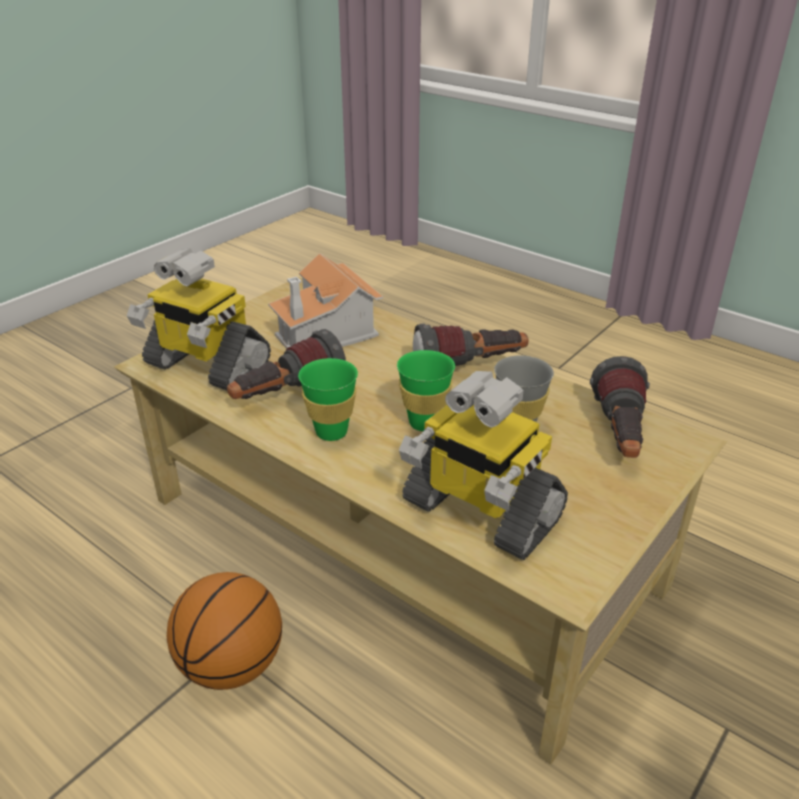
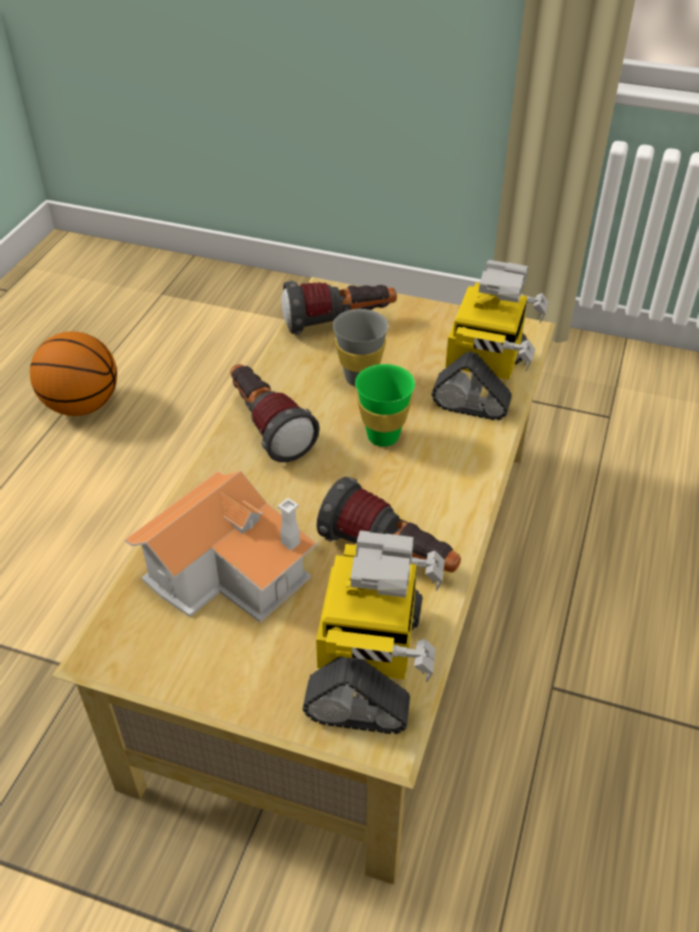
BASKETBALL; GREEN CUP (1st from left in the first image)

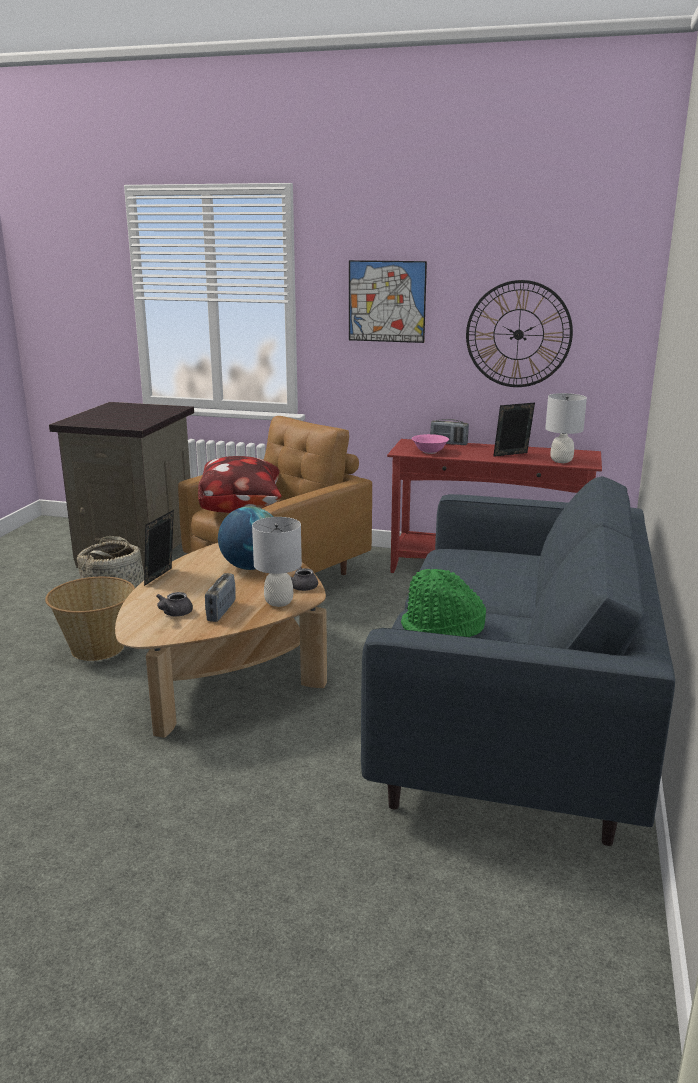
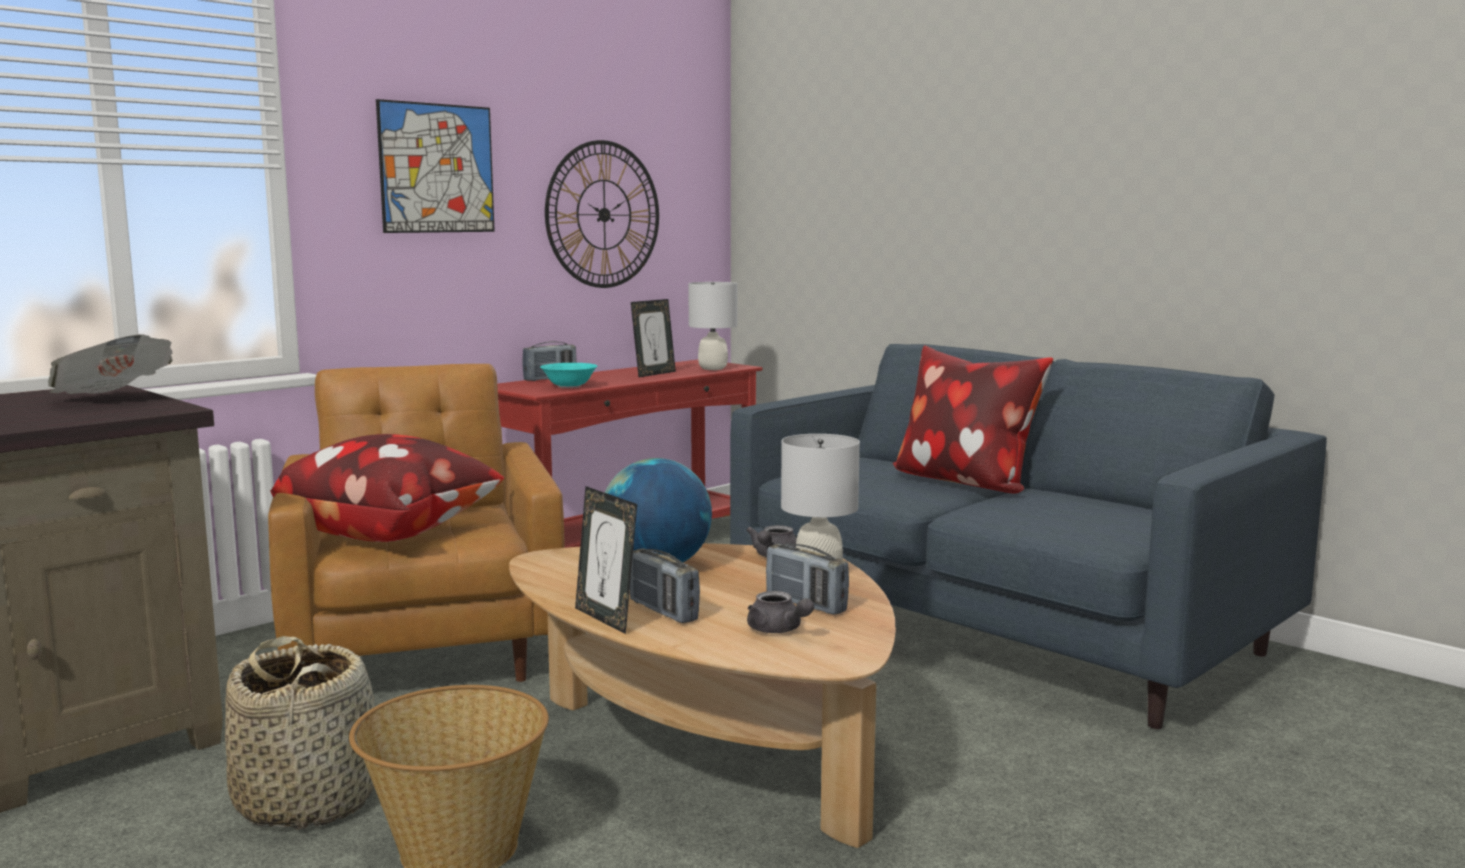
NEWSPAPER; TURQUOISE BOWL; RADIO (2nd from left); PICTURE FRAME (2nd from left); PILLOW (2nd from left); GREEN HAT

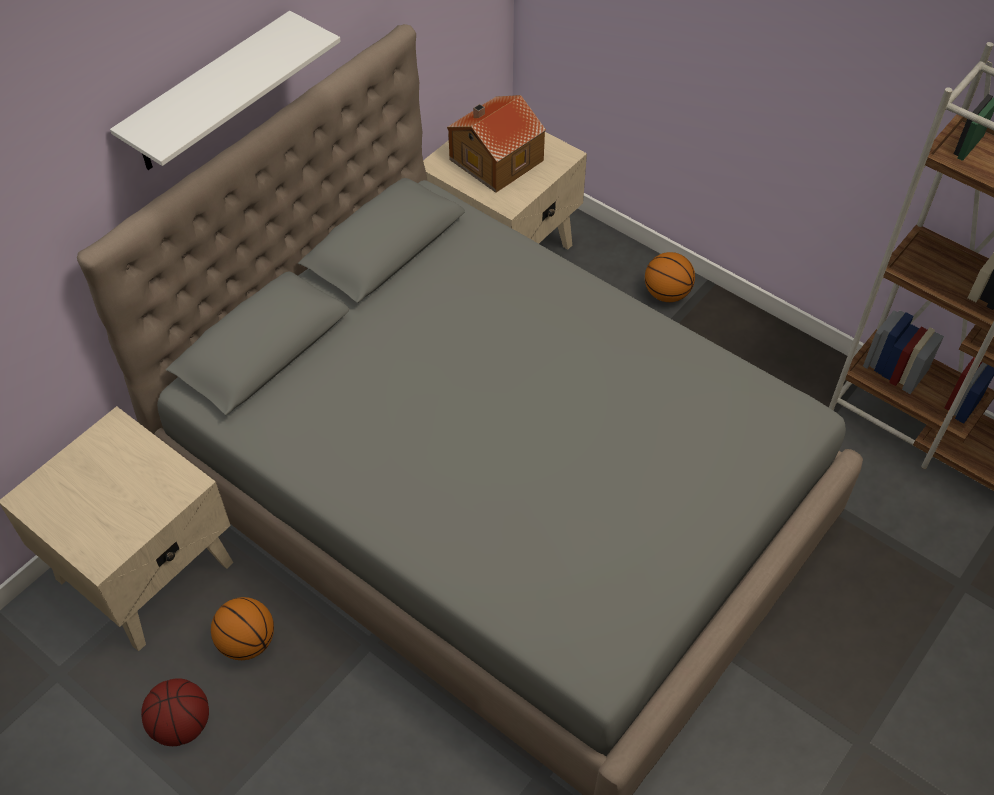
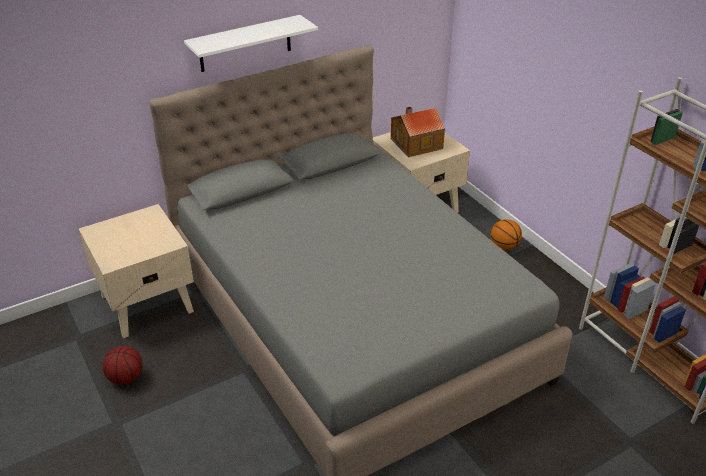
BASKETBALL (2nd from left in the first image)

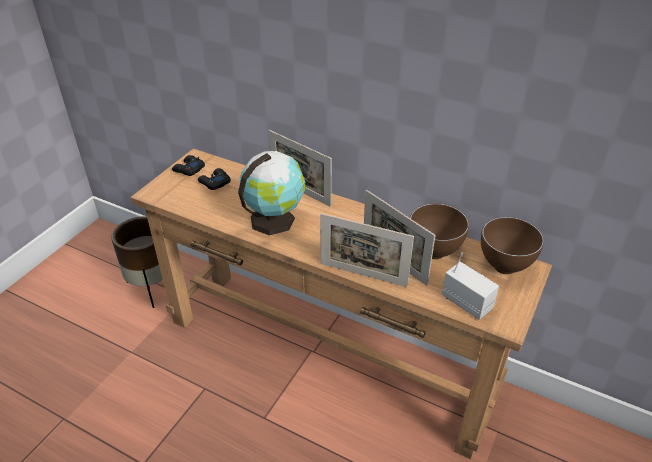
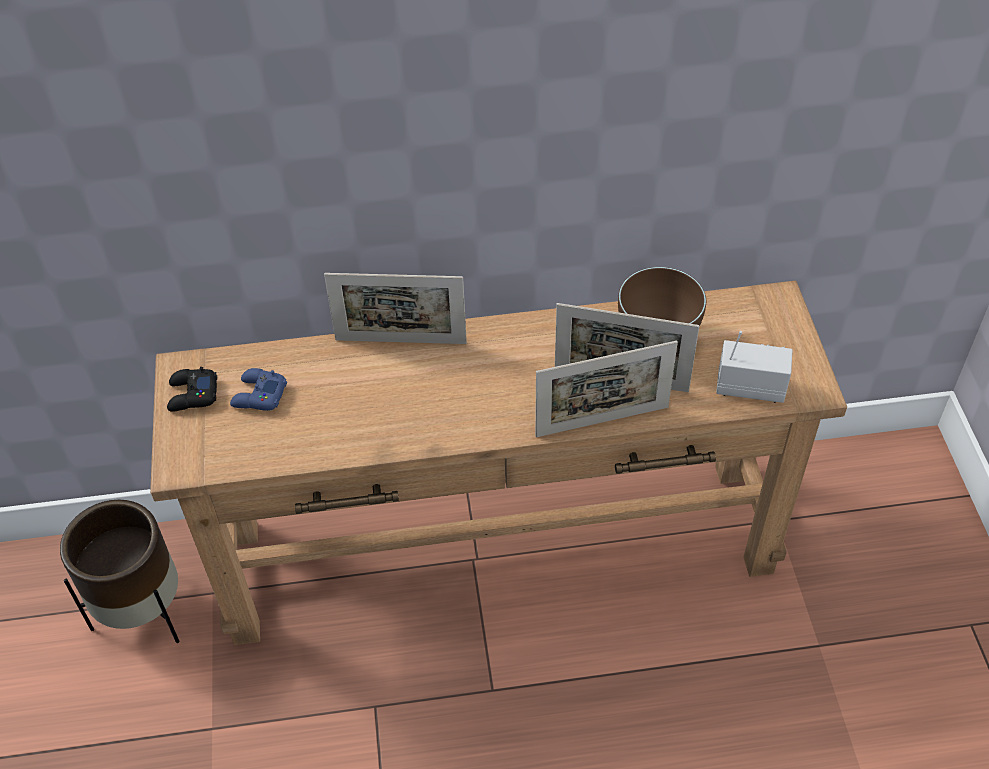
BLUE GAME CONTROLLER; GLOBE; BROWN BOWL (2nd from left in the first image)

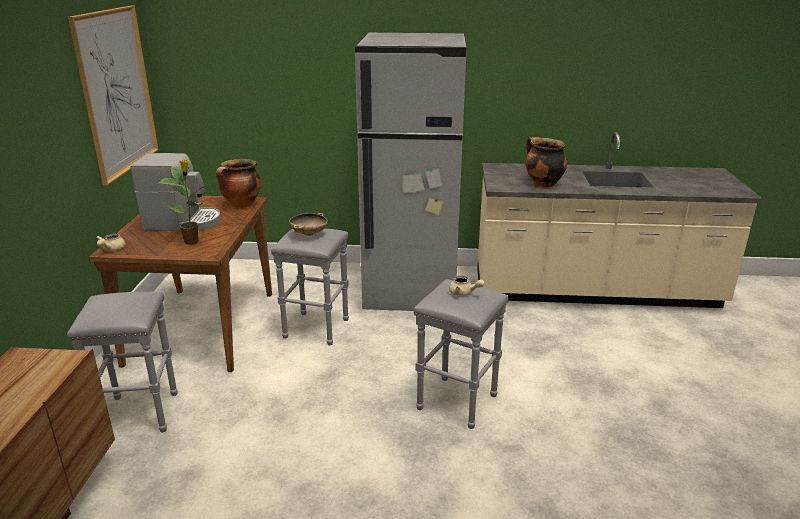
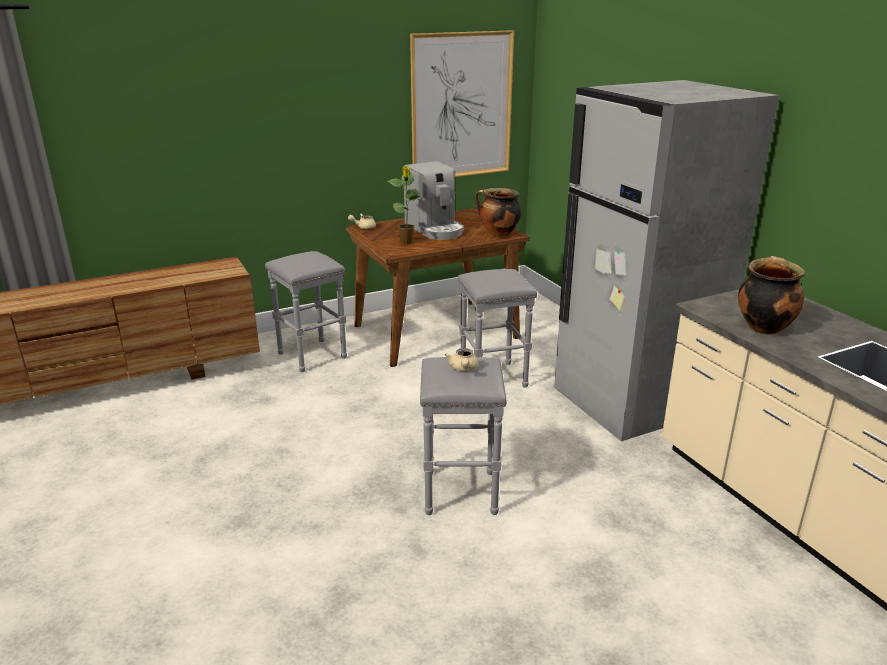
BEIGE BOWL

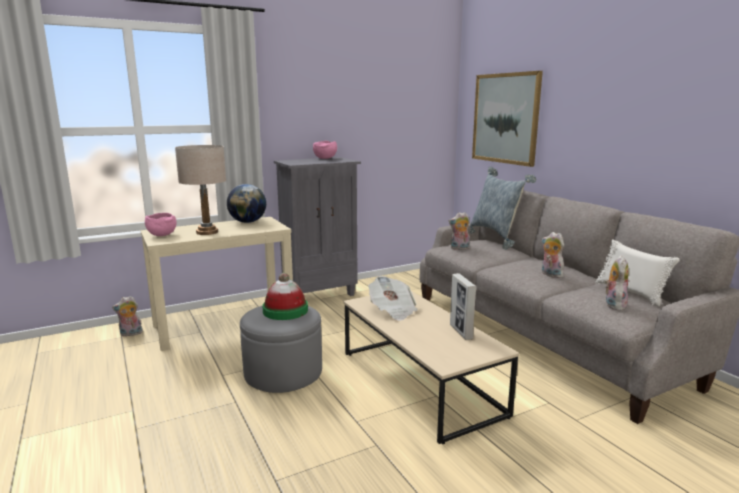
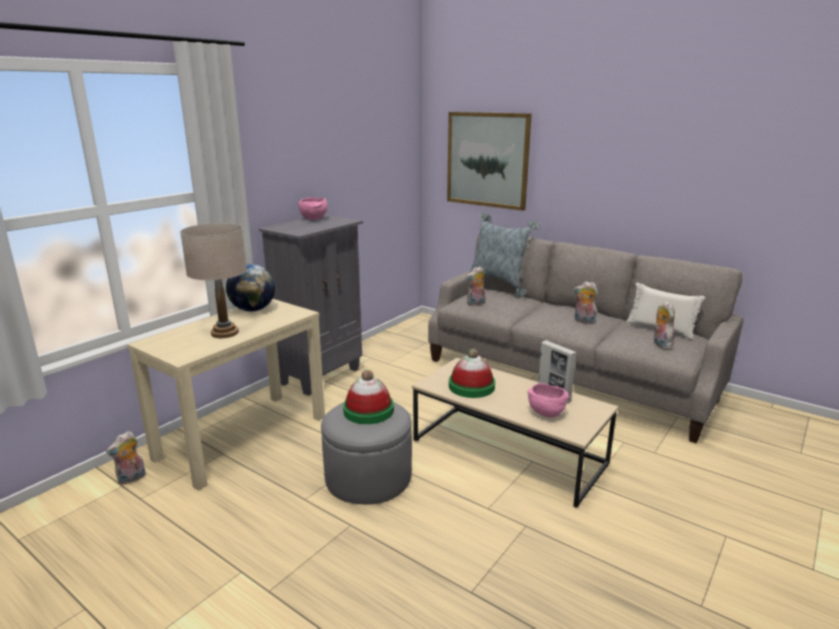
HAT (2nd from left); PINK BOWL (2nd from left)

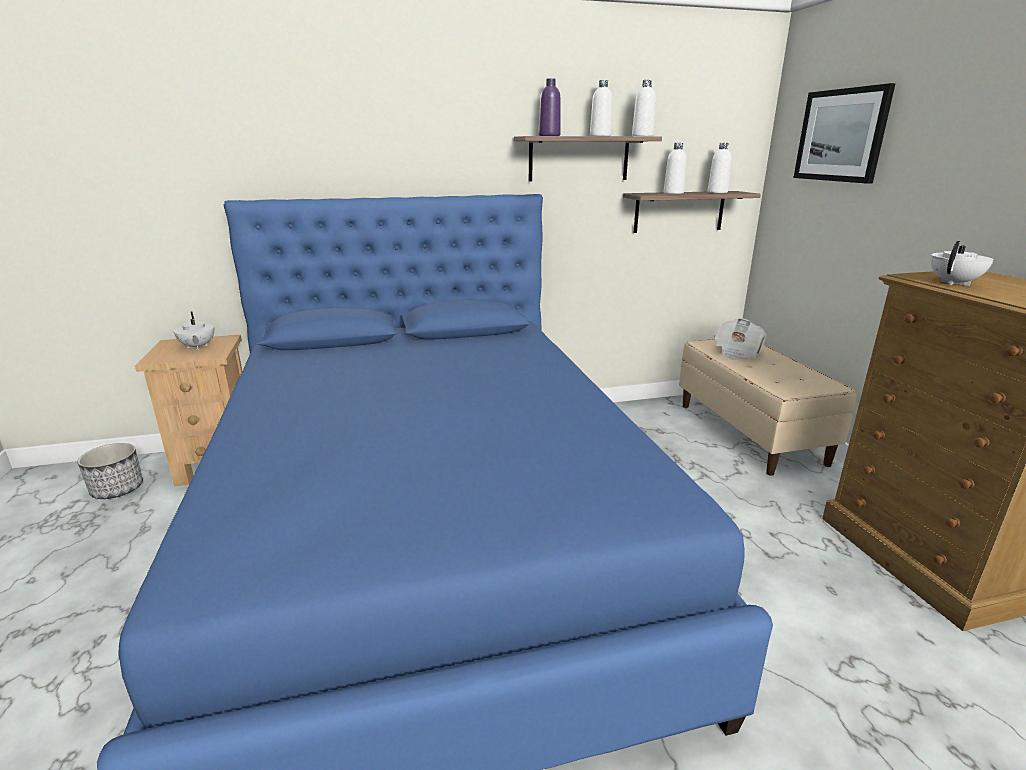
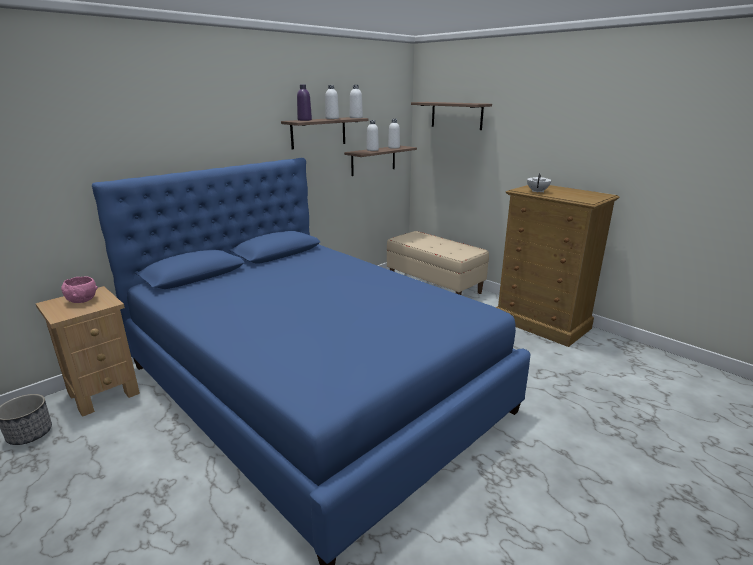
PINK BOWL; SHELF (3rd from left); NEWSPAPER

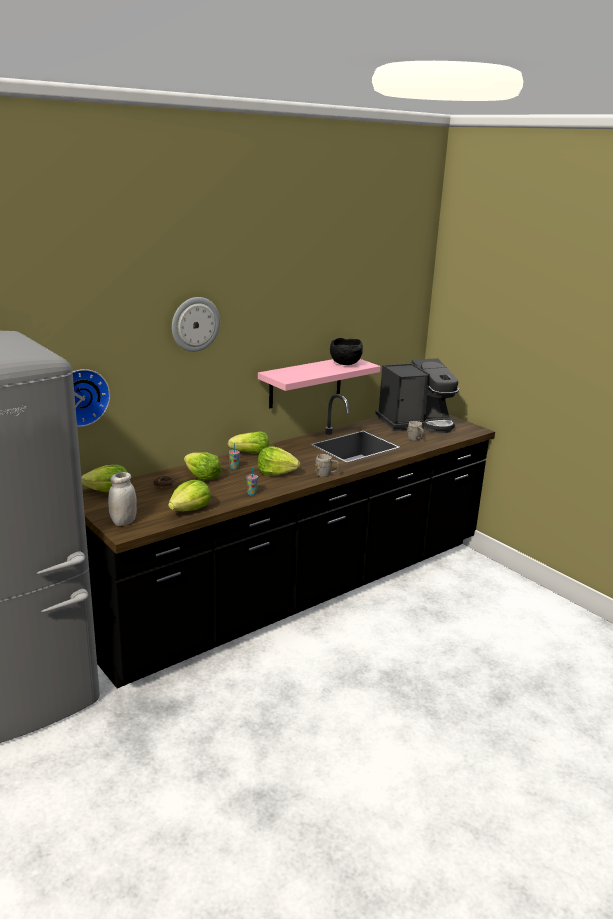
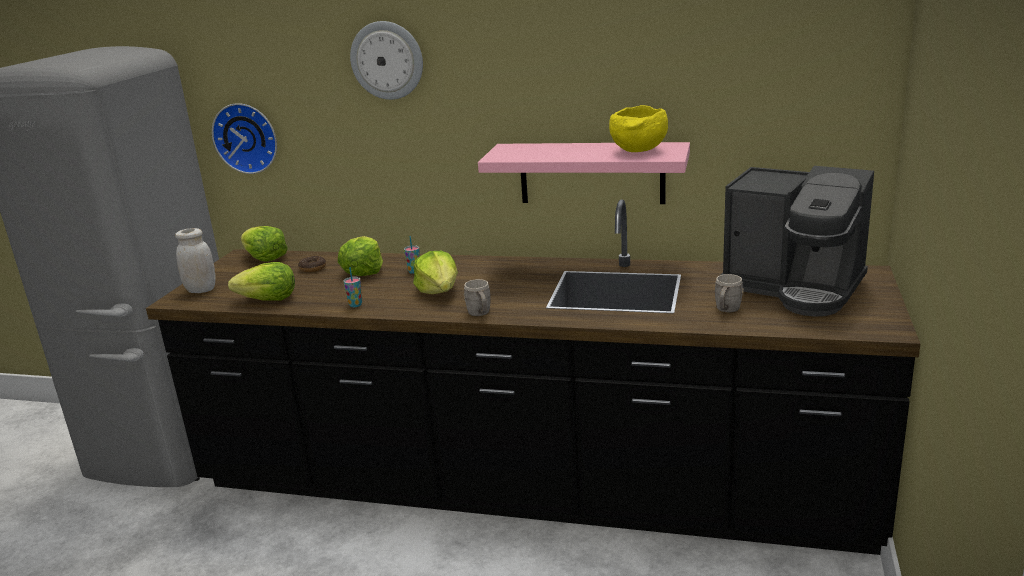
YELLOW BOWL; LETTUCE (4th from left in the first image)

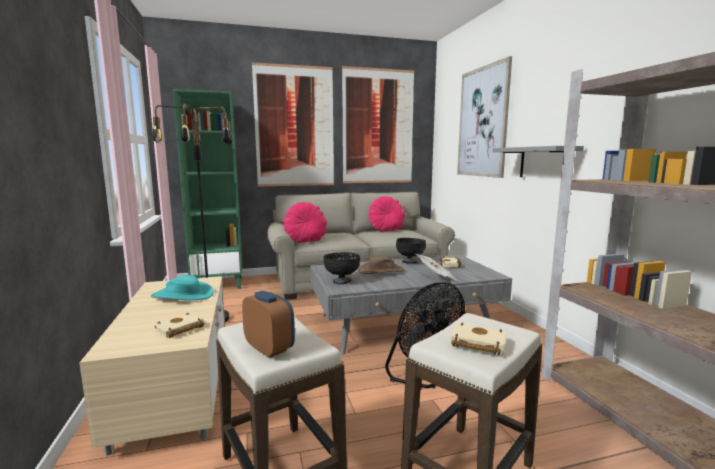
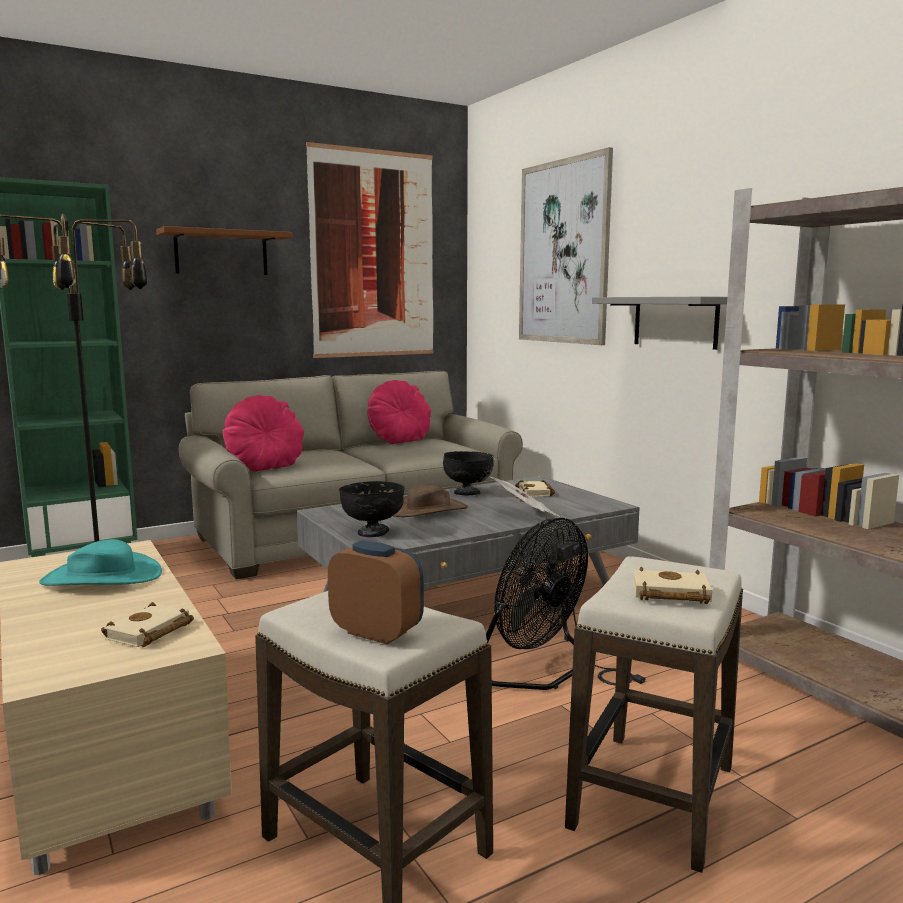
BROWN SHELF

